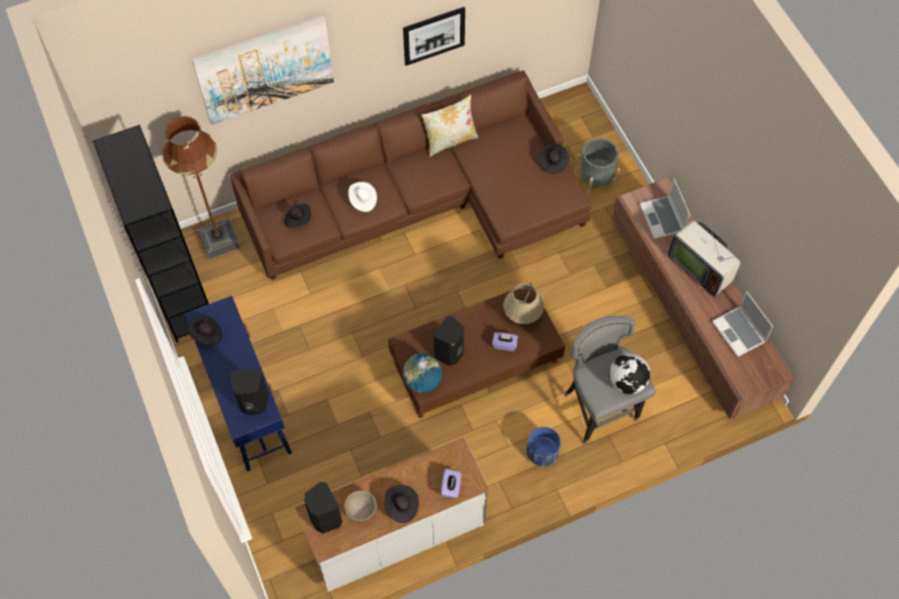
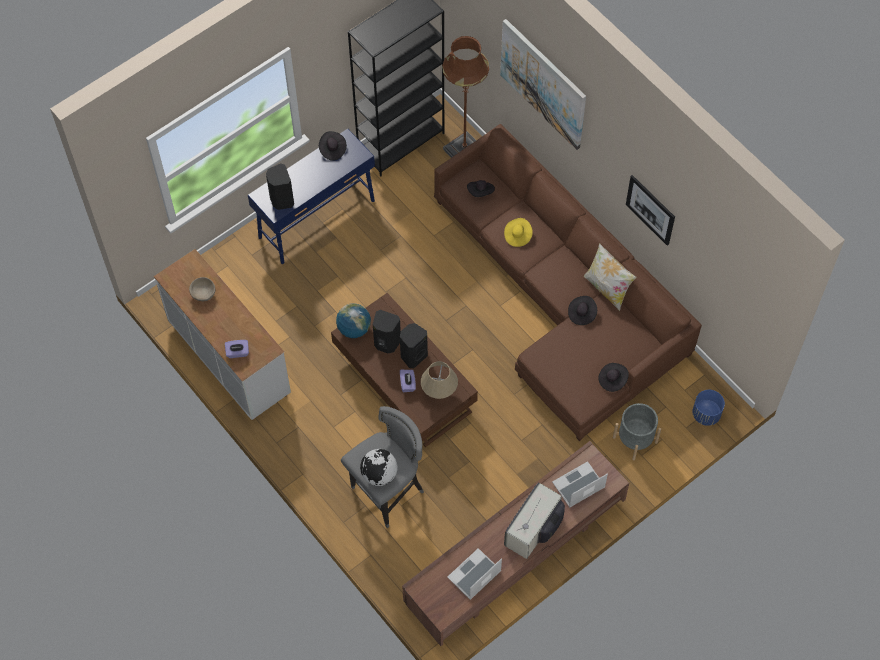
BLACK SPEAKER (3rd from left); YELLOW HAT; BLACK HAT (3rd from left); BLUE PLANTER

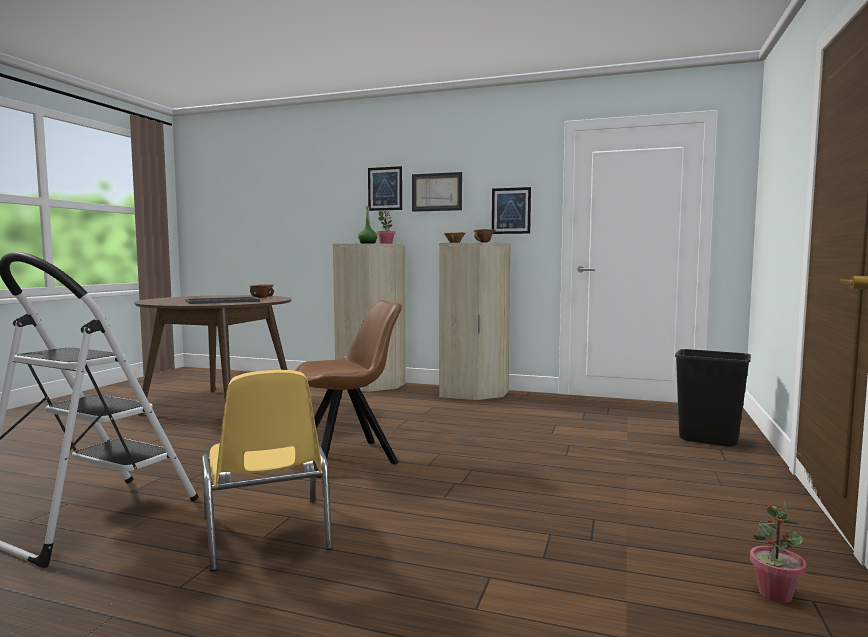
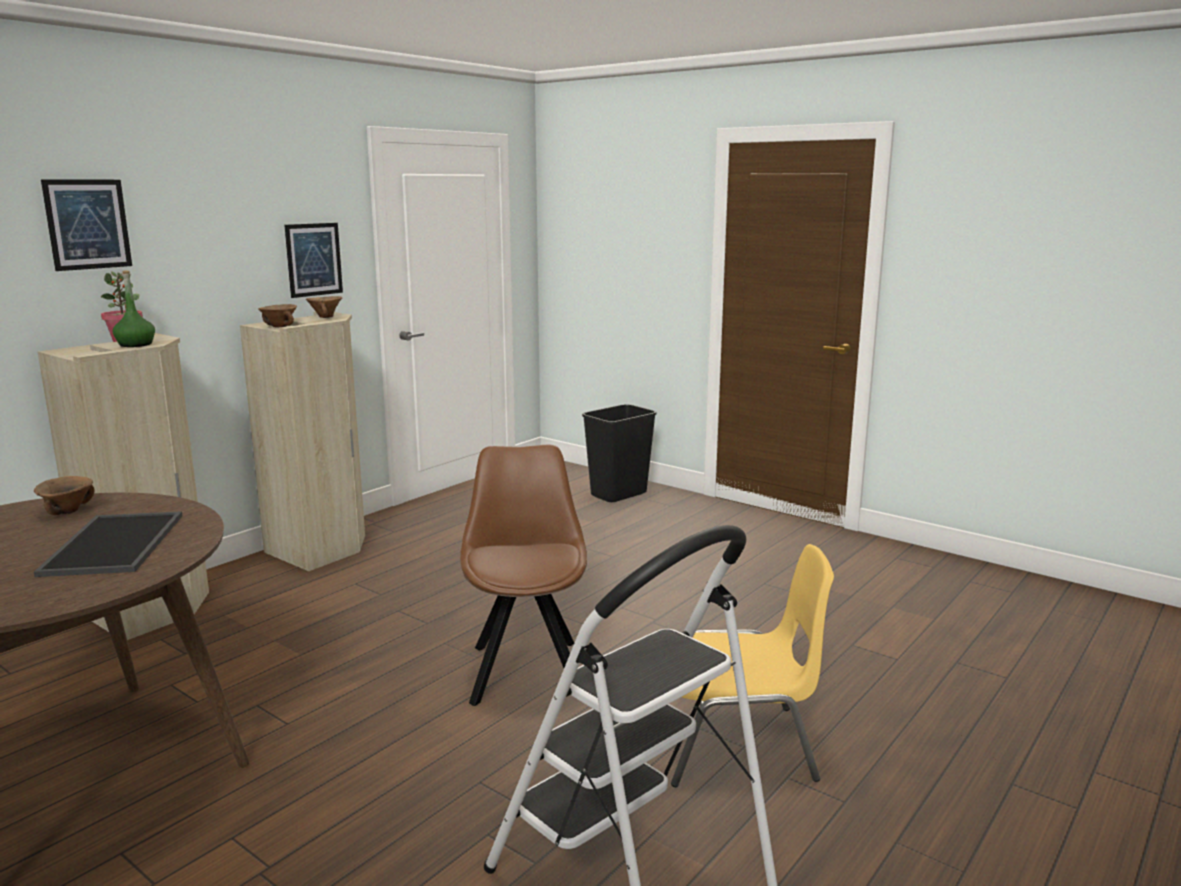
PICTURE (2nd from left in the first image); POTTED PLANT (2nd from left in the first image)

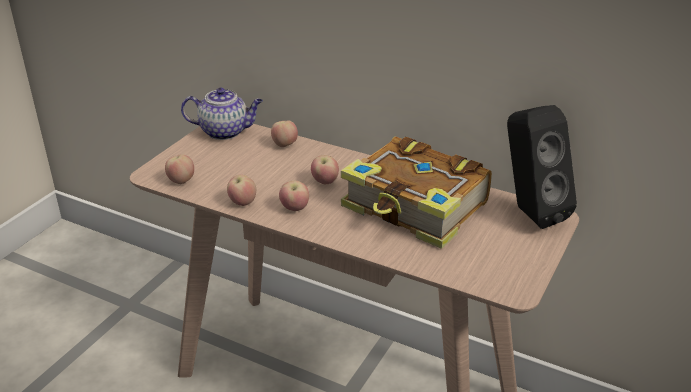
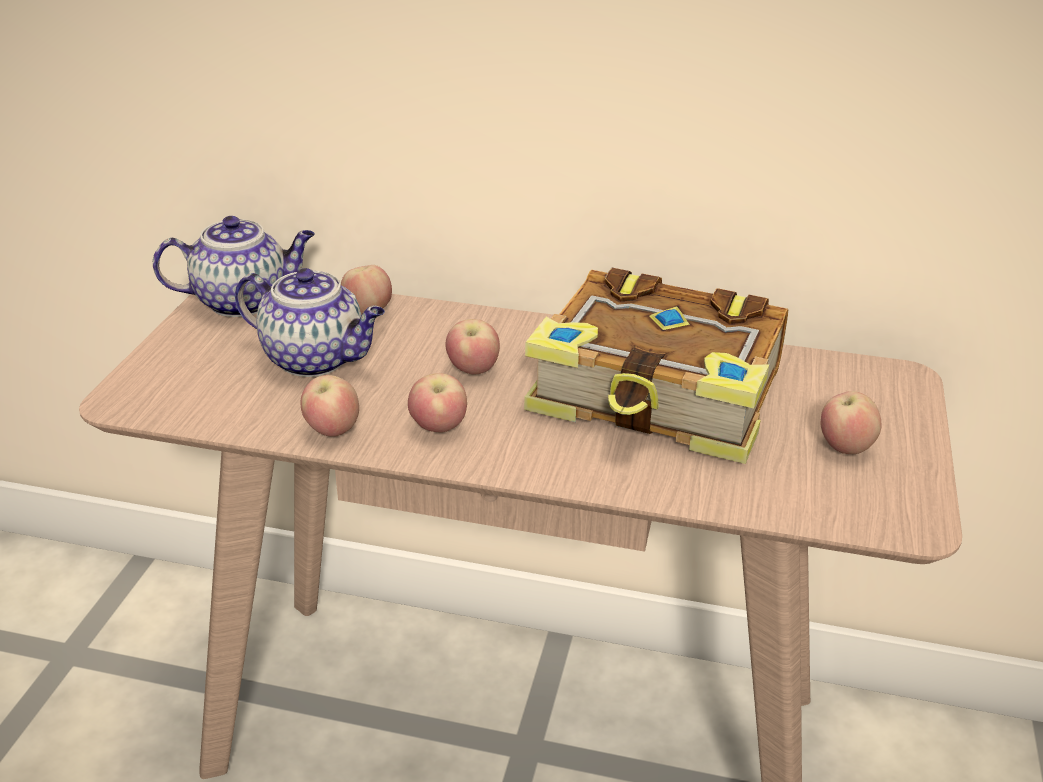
TEAPOT (2nd from left); APPLE (5th from left); BLACK SPEAKER

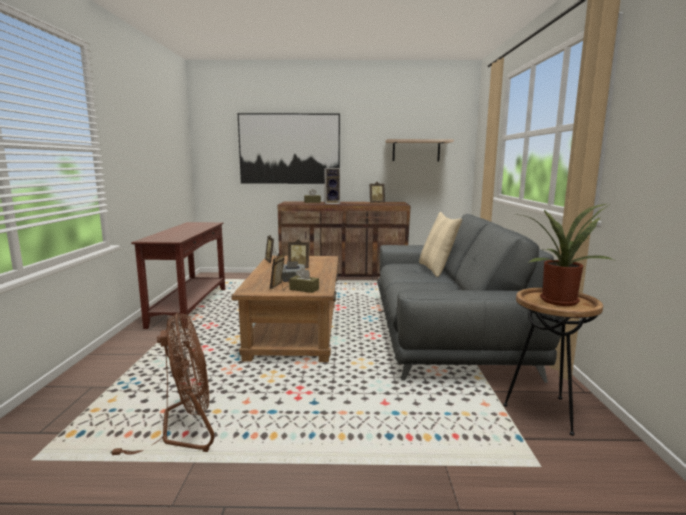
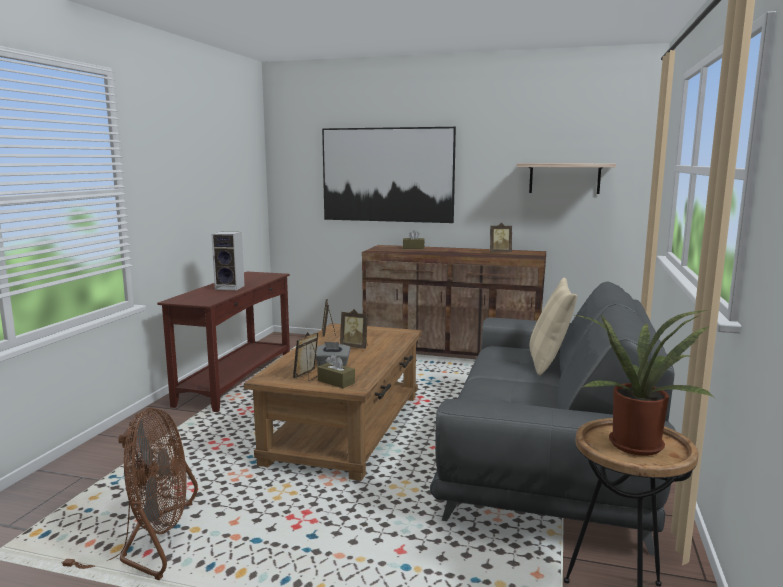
SPEAKER

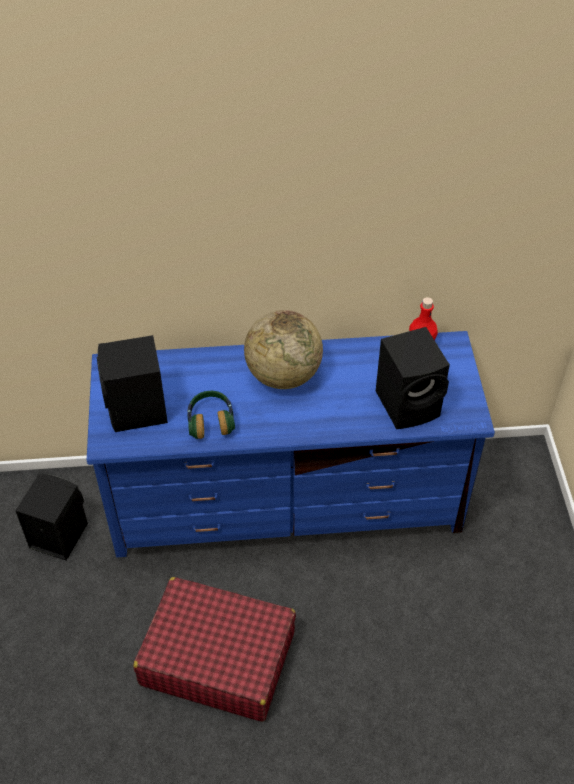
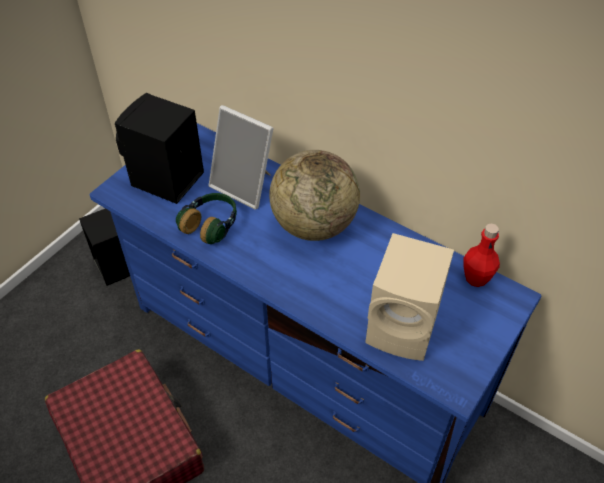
PICTURE FRAME; BEIGE SPEAKER

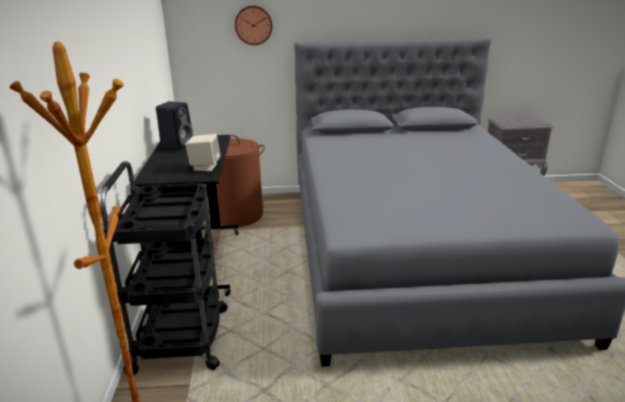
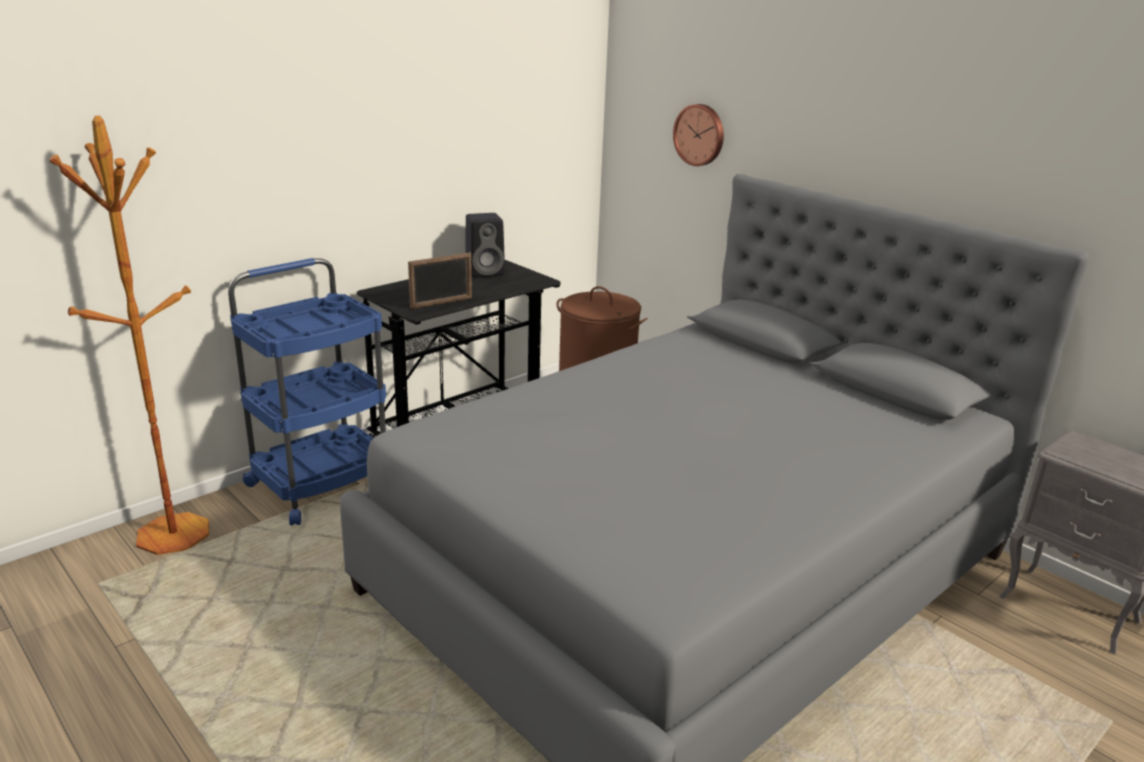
BLUE CART; PICTURE FRAME

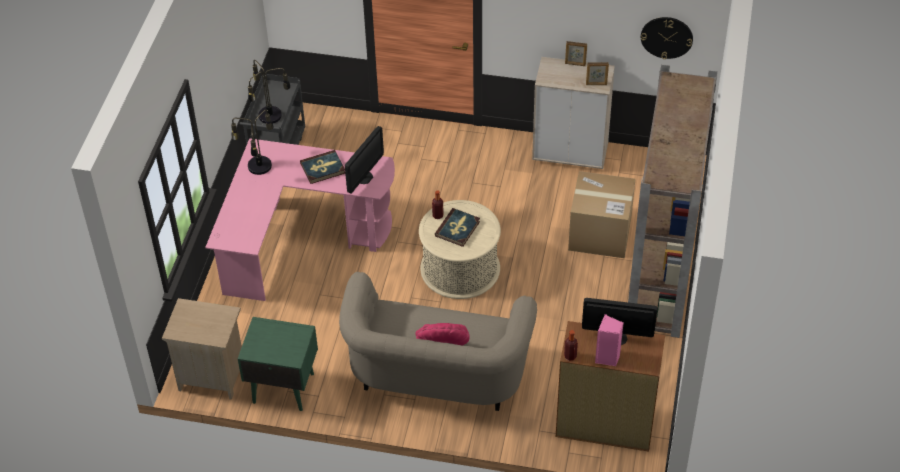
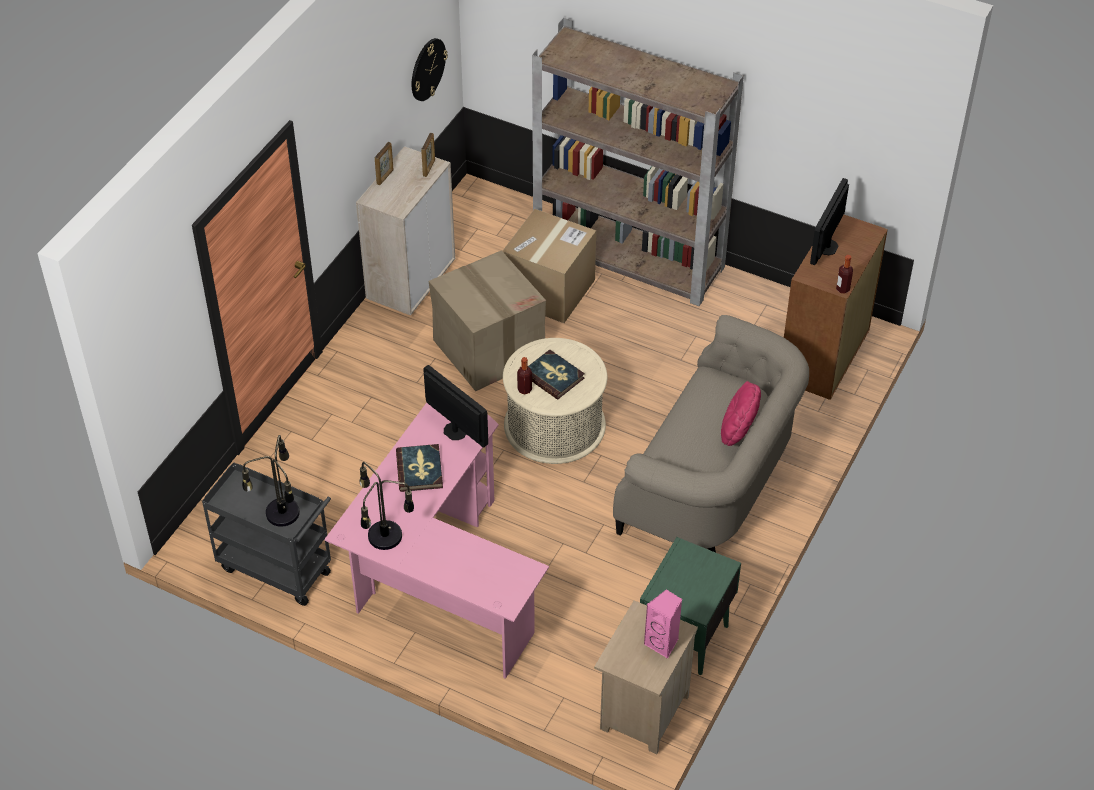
CARDBOARD BOX (1st from left); PINK SPEAKER

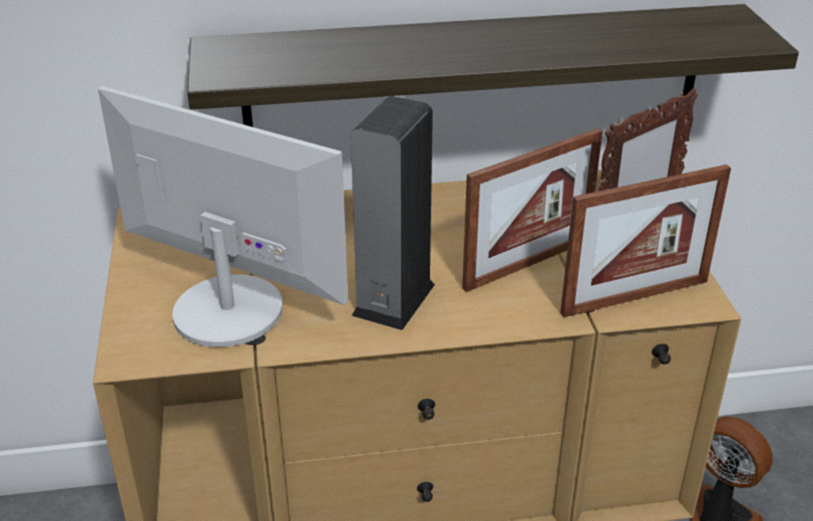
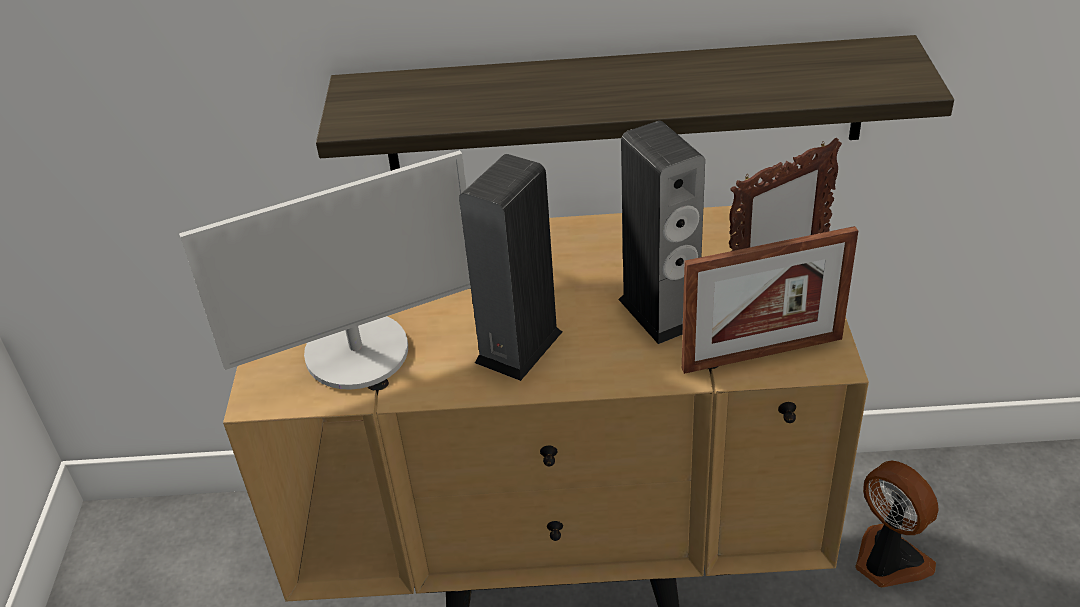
MONITOR; SPEAKER (2nd from left)

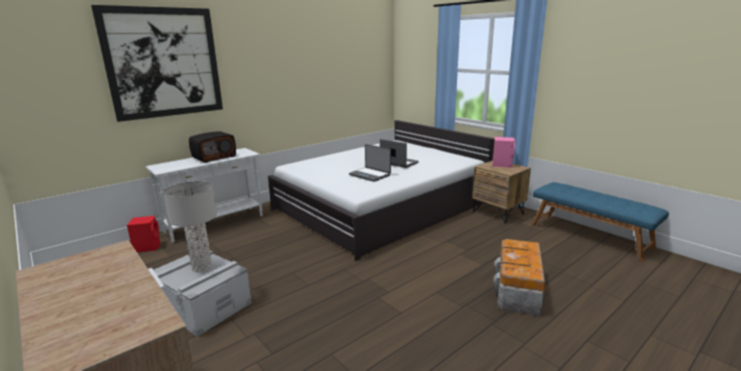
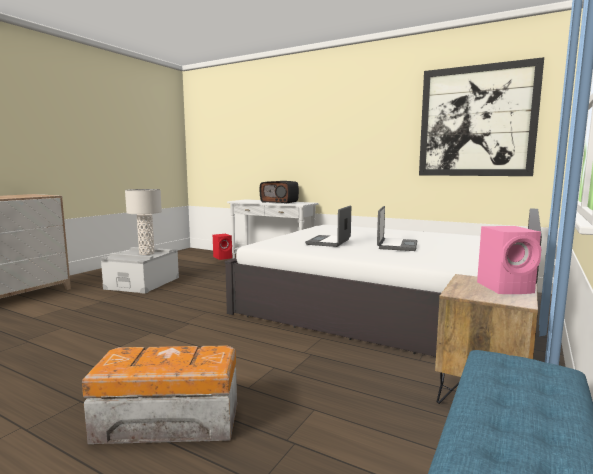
PICTURE

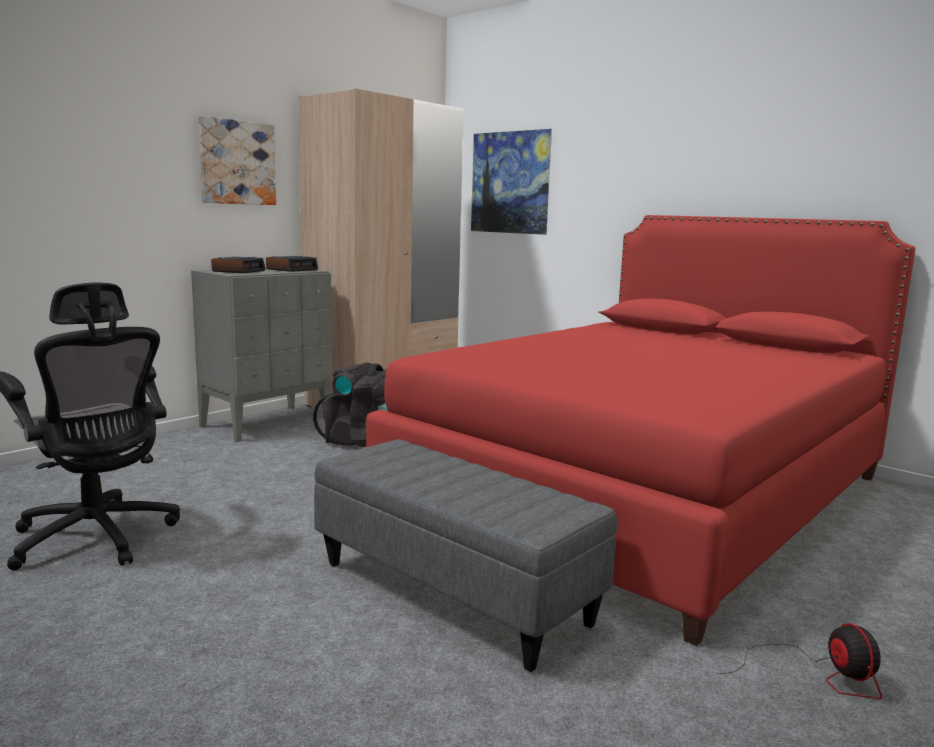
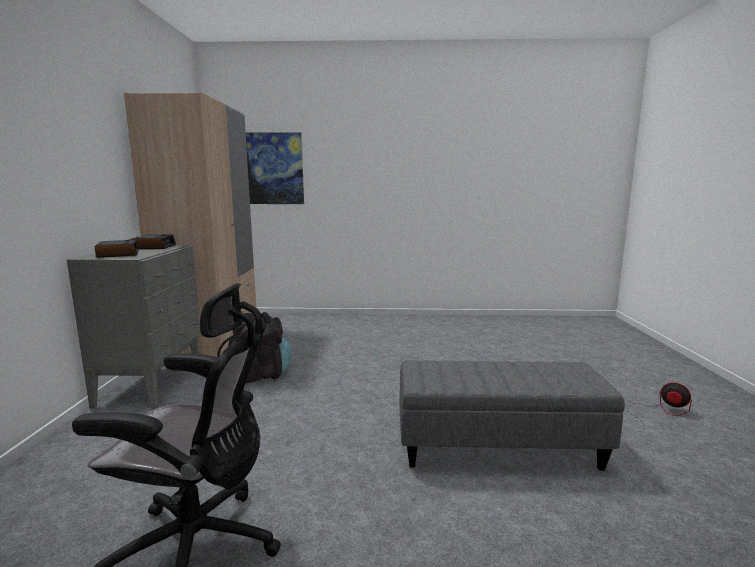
PICTURE (1st from left in the first image); RED BED

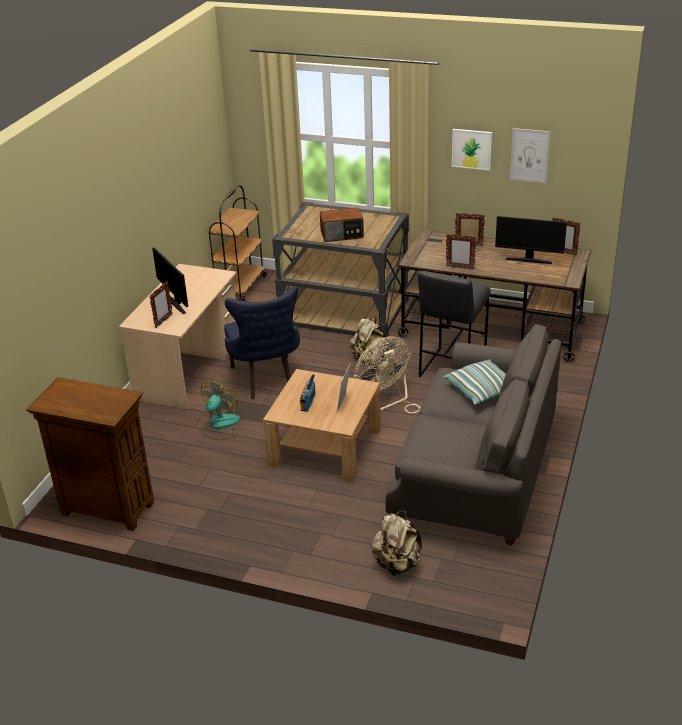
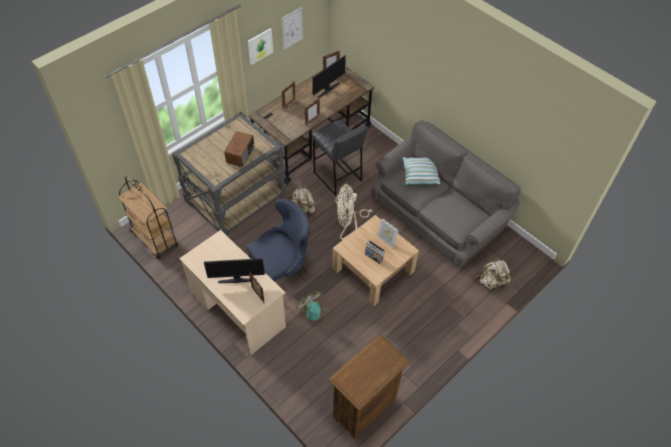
BLUE CHAIR

